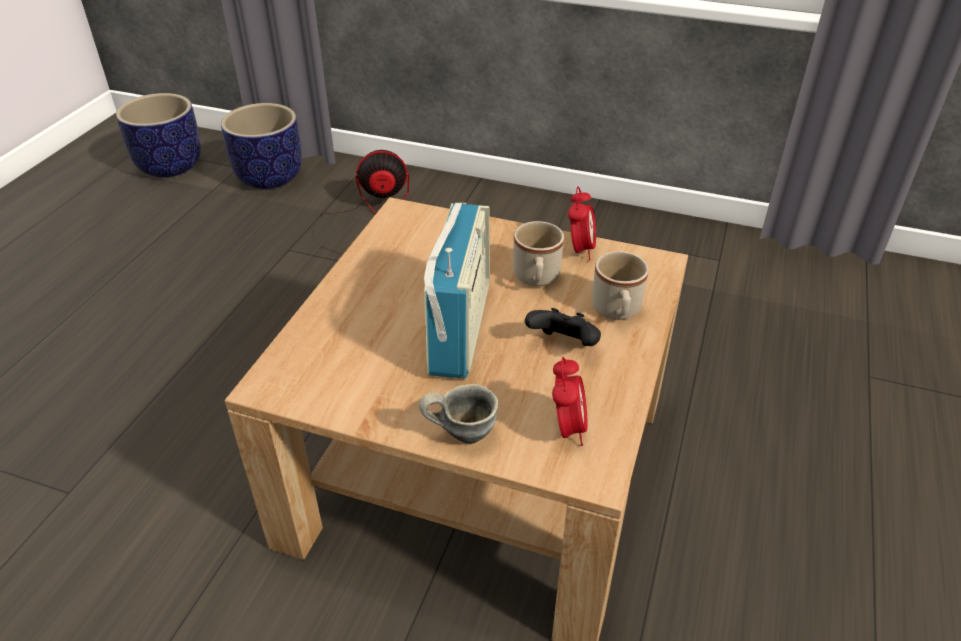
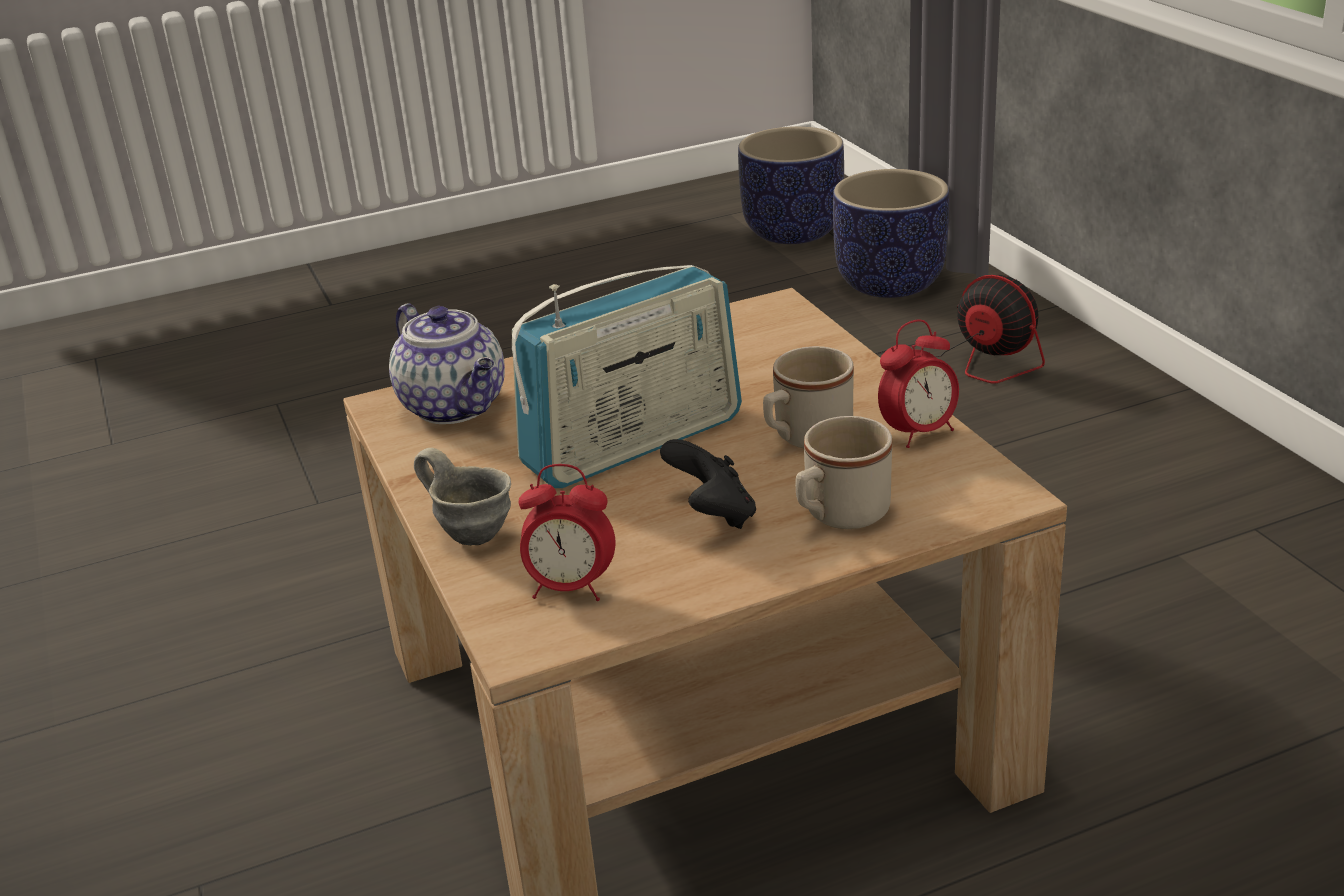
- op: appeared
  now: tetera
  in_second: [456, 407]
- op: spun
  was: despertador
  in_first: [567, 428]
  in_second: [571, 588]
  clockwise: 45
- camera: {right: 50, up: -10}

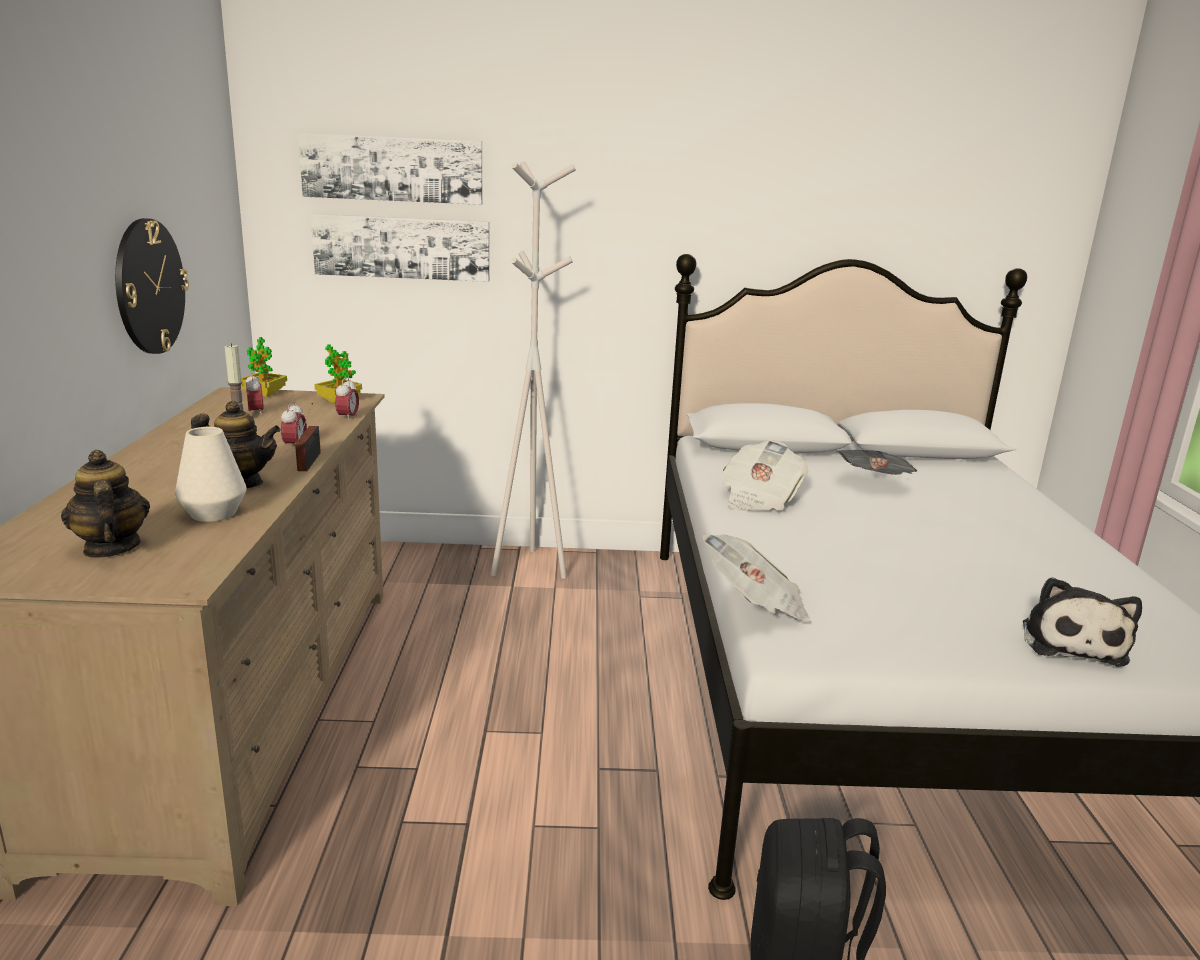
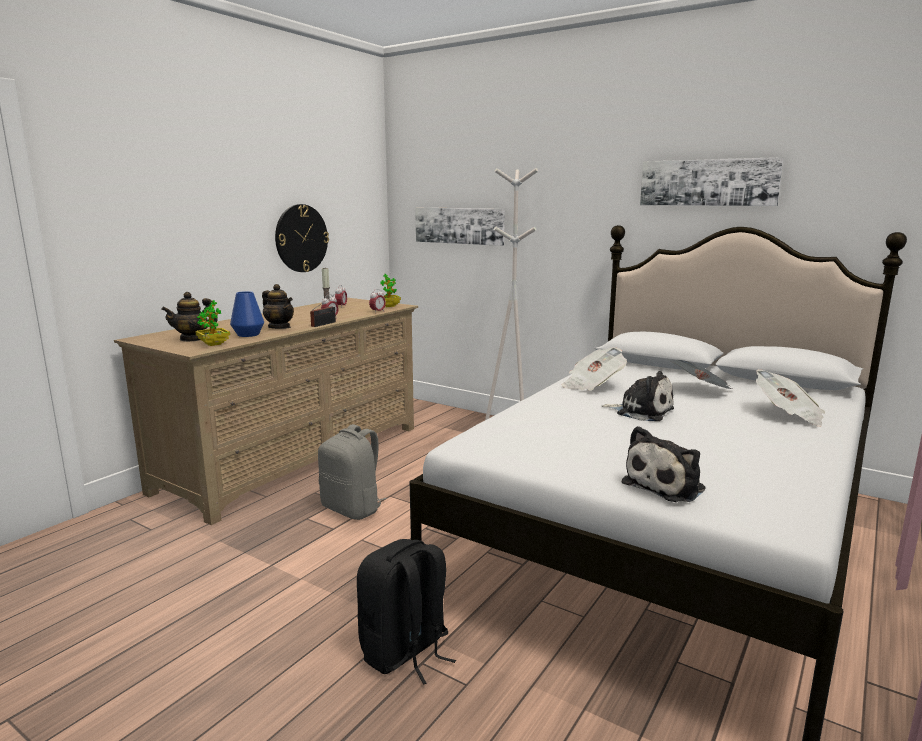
- op: spun
  was: tetera
  in_first: [111, 548]
  in_second: [192, 339]
  clockwise: -135
- op: relocated
  was: planta en maceta
  in_first: [264, 394]
  in_second: [214, 344]
- op: colour
  was: florero [blanco]
  now: florero [azul]
  in_first: [213, 513]
  in_second: [248, 334]
- op: appeared
  now: mochila [gris]
  in_second: [353, 509]
- op: appeared
  now: peluche
  in_second: [641, 411]
- op: relocated
  was: cuadro
  in_first: [392, 169]
  in_second: [708, 182]
- op: relocated
  was: periódico
  in_first: [755, 604]
  in_second: [788, 415]
- camera: {right: 35, up: -5}

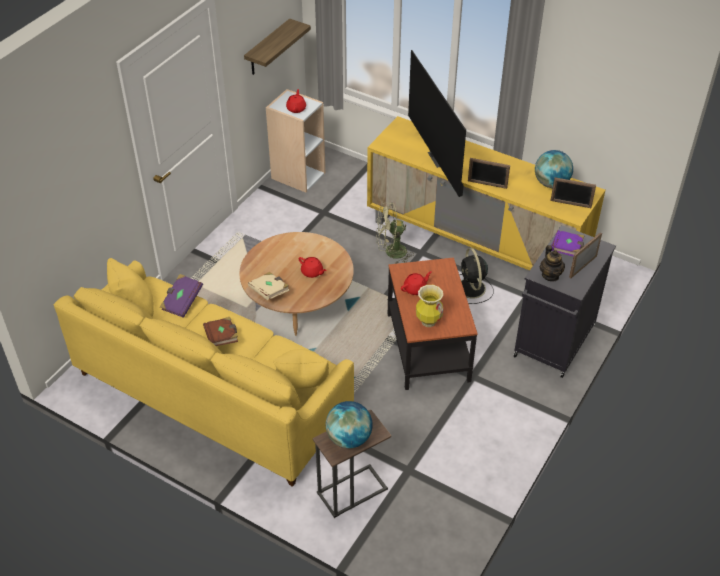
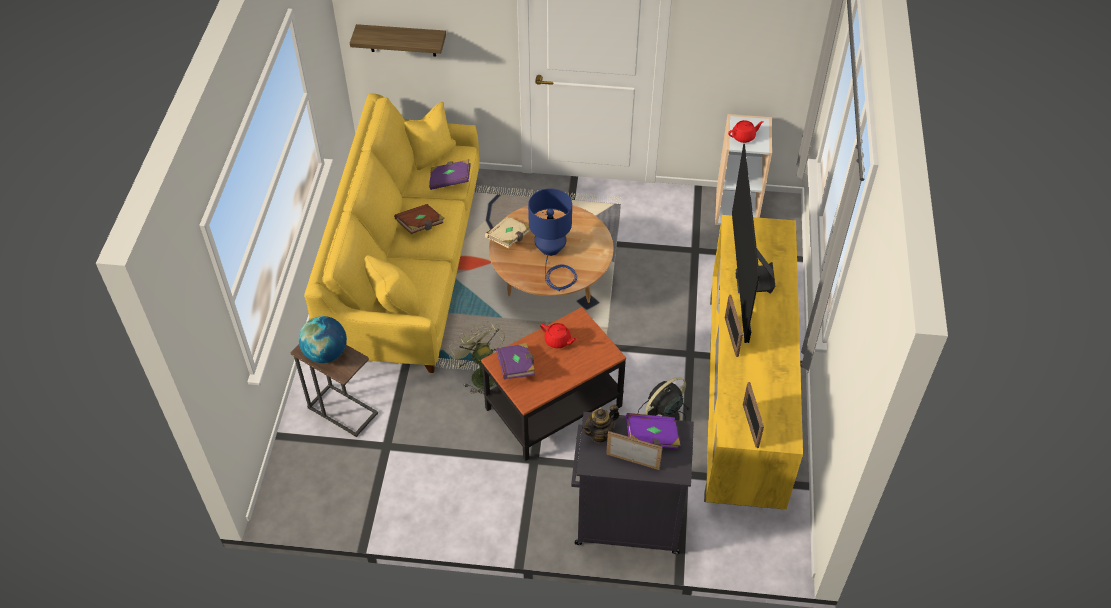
- op: relocated
  was: estante
  in_first: [268, 48]
  in_second: [402, 40]
- op: relocated
  was: ventilador [verde]
  in_first: [391, 252]
  in_second: [480, 374]
- op: exchanged
  was: florero
  now: libro [morado]
  in_first: [428, 321]
  in_second: [516, 367]
- op: exchanged
  was: tetera [rojo]
  now: lámpara de mesa [azul]
  in_first: [312, 272]
  in_second: [554, 259]
- op: spun
  was: televisor
  in_first: [440, 158]
  in_second: [747, 281]
  clockwise: -45
- op: missing
  was: globo terráqueo
  in_first: [551, 183]
- camera: {right: 65, up: 5}

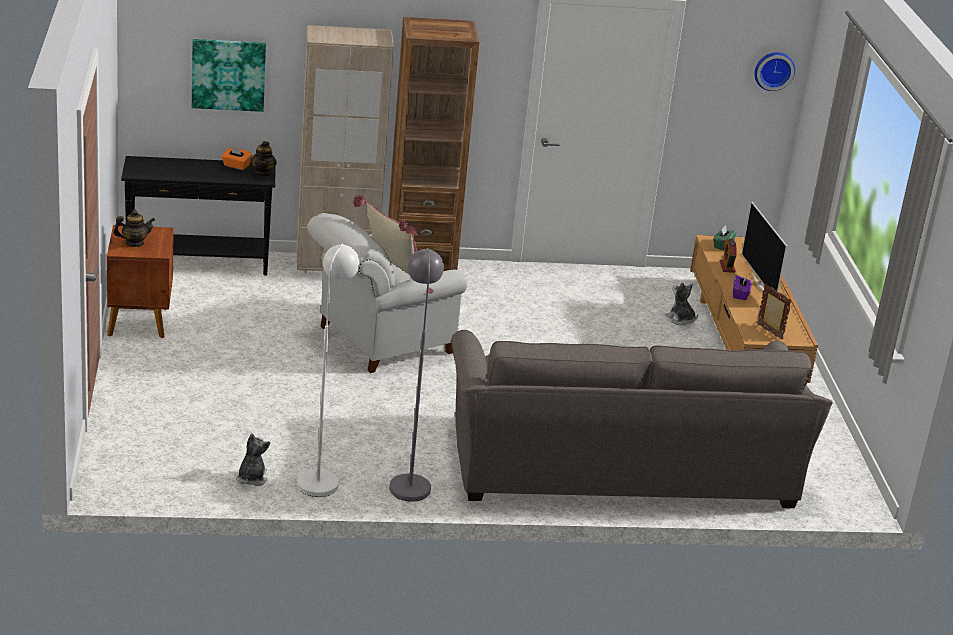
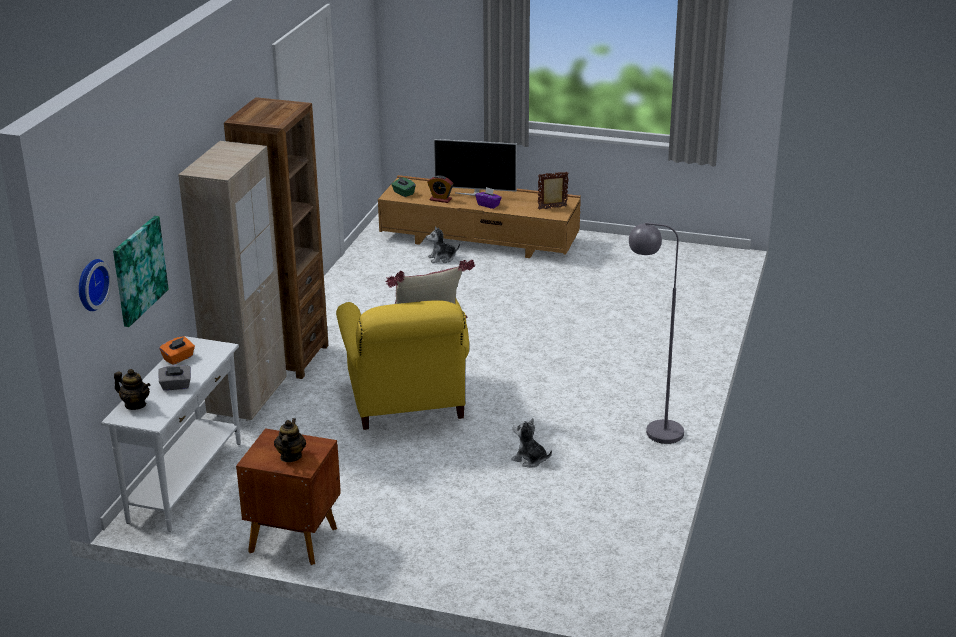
- op: relocated
  was: reloj de pared
  in_first: [773, 70]
  in_second: [90, 284]
- op: colour
  was: mesa consola [negro]
  now: mesa consola [blanco]
  in_first: [199, 263]
  in_second: [185, 481]
- op: relocated
  was: tetera
  in_first: [263, 173]
  in_second: [135, 405]
- op: appeared
  now: caja de pañuelos [gris]
  in_second: [176, 386]
- op: colour
  was: sillón [blanco]
  now: sillón [amarillo]
  in_first: [380, 341]
  in_second: [407, 402]
- op: relocated
  was: peluche
  in_first: [251, 478]
  in_second: [530, 459]
- op: missing
  was: lámpara de pie [blanco]
  in_first: [321, 478]
- op: missing
  was: sofá [gris]
  in_first: [620, 461]
- camera: {right: -65, up: 0}

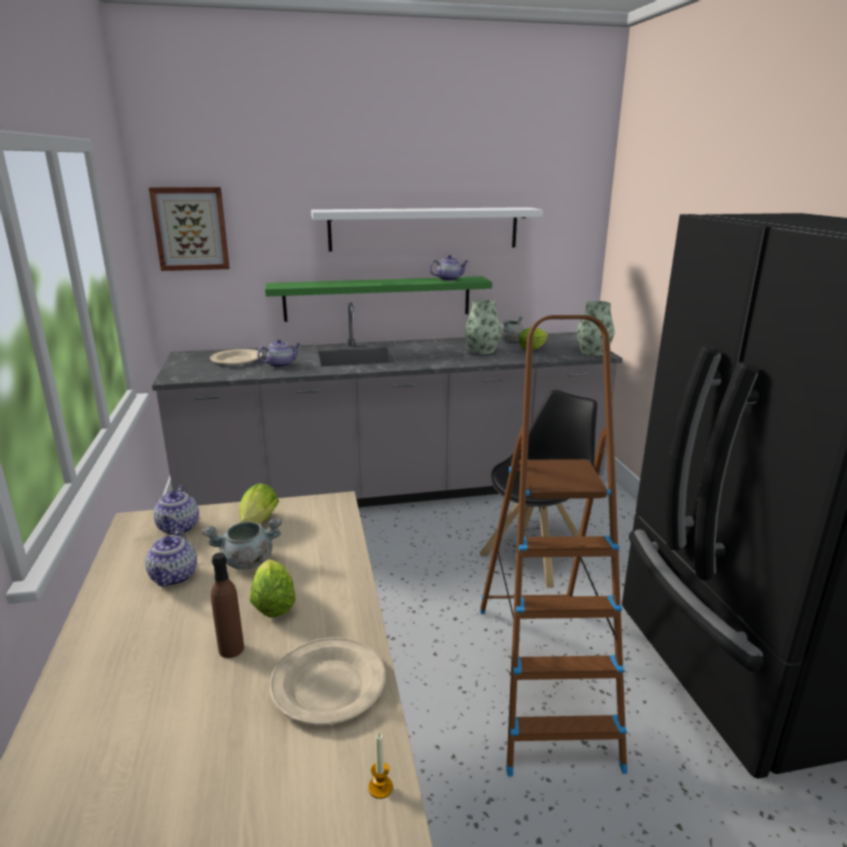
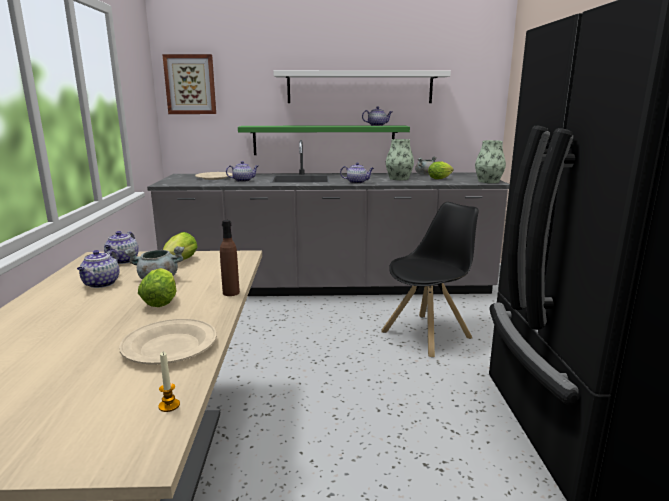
- op: relocated
  was: botella [marrón]
  in_first: [231, 649]
  in_second: [231, 293]
- op: appeared
  now: tetera
  in_second: [357, 182]
- op: missing
  was: escalera de tijera [marrón]
  in_first: [543, 679]
- camera: {right: 10, up: -5}

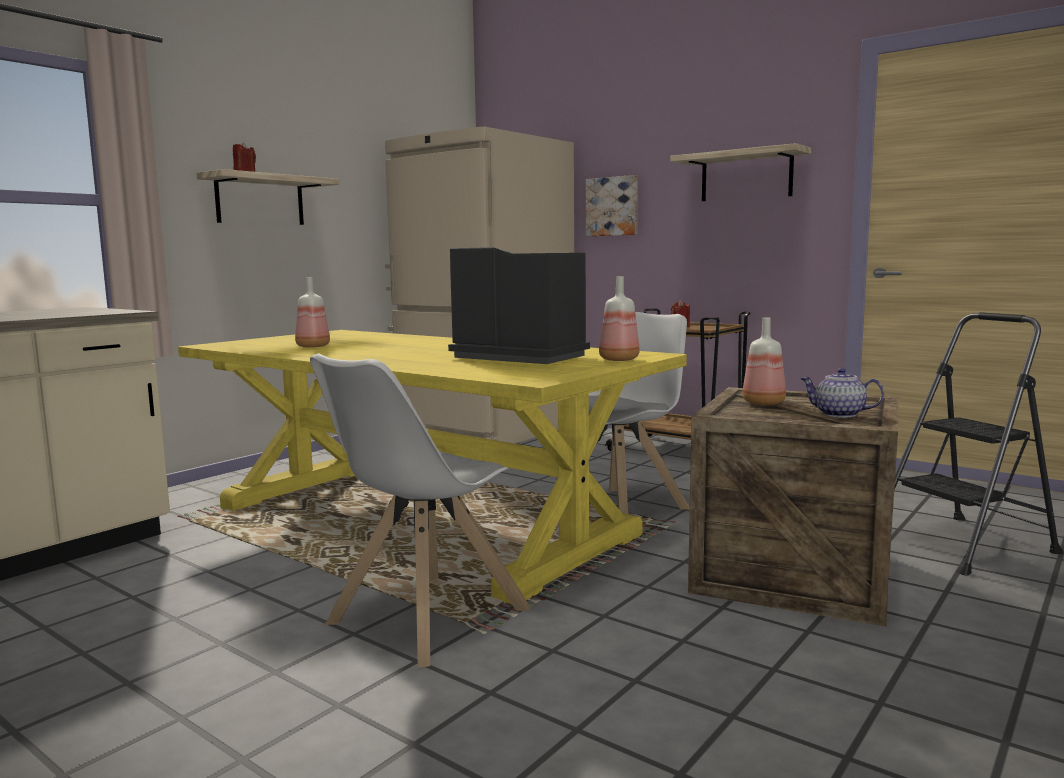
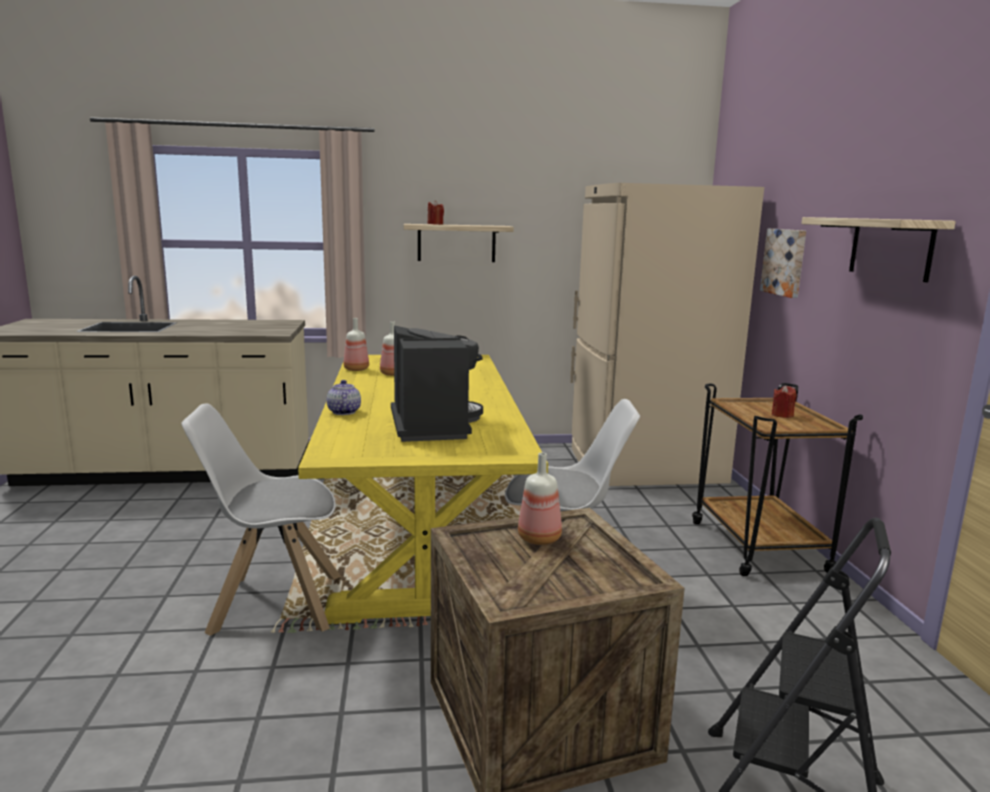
- op: relocated
  was: tetera
  in_first: [839, 414]
  in_second: [343, 412]
- op: relocated
  was: botella
  in_first: [618, 360]
  in_second: [355, 369]
- camera: {right: 45, up: 5}

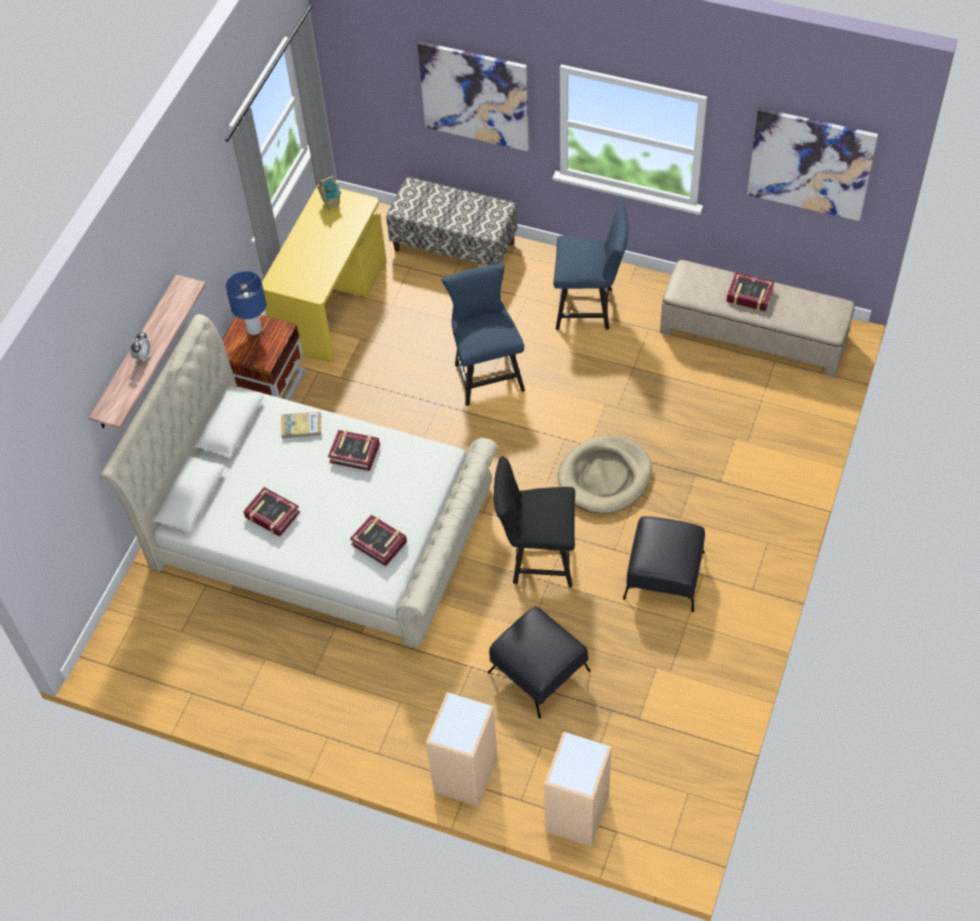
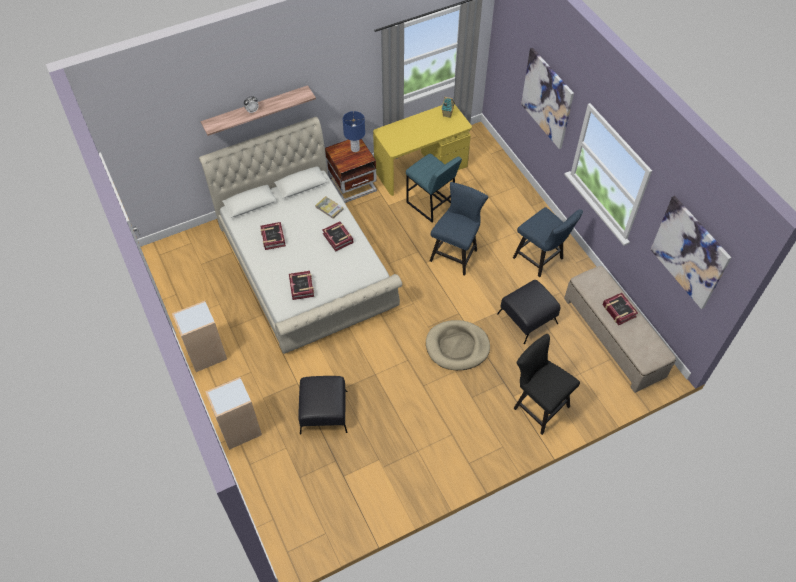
- op: relocated
  was: estantería
  in_first: [576, 814]
  in_second: [206, 354]
- op: appeared
  now: taburete [azul]
  in_second: [431, 204]
- op: relocated
  was: puf [negro]
  in_first: [664, 575]
  in_second: [528, 318]
- op: relocated
  was: silla [negro]
  in_first: [537, 558]
  in_second: [537, 405]
- op: missing
  was: banco
  in_first: [454, 246]
- camera: {right: 40, up: 0}

